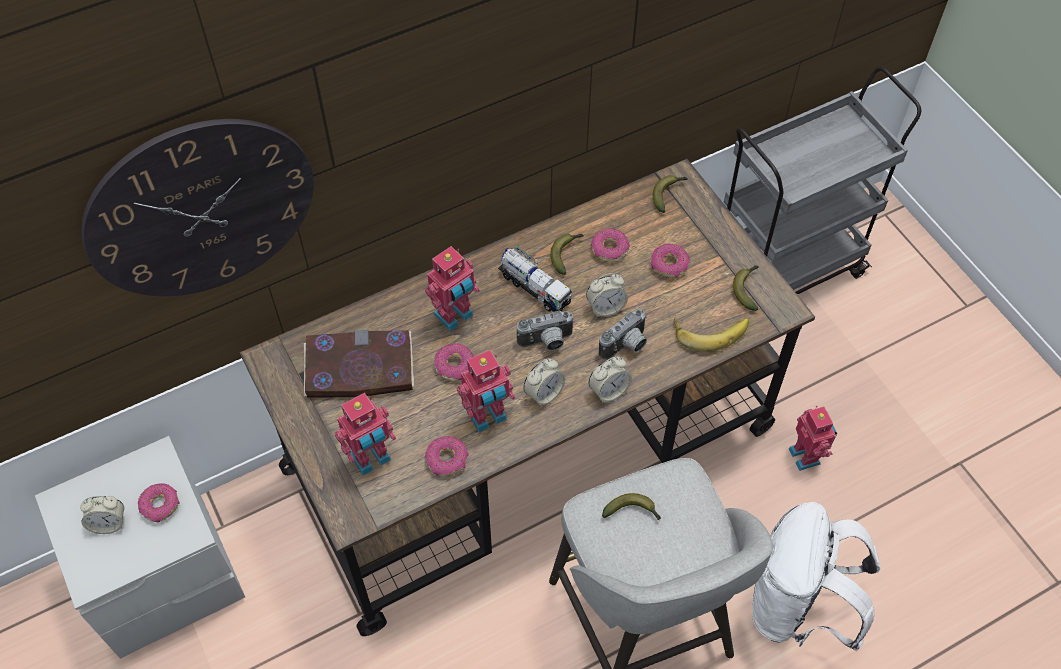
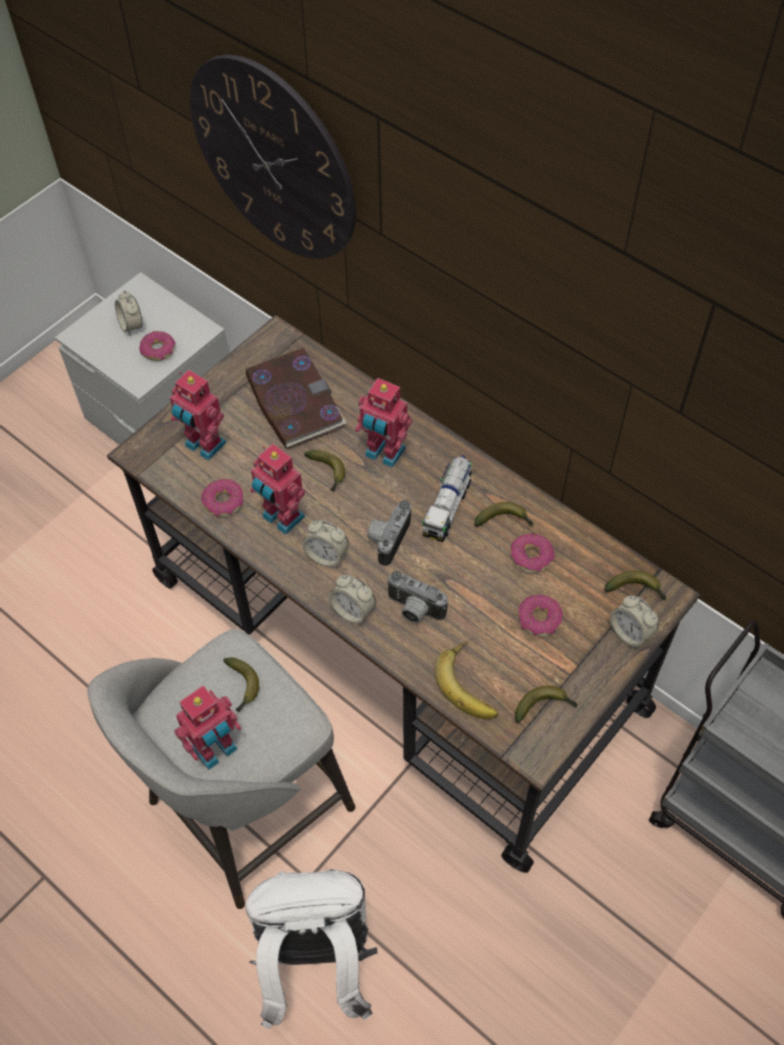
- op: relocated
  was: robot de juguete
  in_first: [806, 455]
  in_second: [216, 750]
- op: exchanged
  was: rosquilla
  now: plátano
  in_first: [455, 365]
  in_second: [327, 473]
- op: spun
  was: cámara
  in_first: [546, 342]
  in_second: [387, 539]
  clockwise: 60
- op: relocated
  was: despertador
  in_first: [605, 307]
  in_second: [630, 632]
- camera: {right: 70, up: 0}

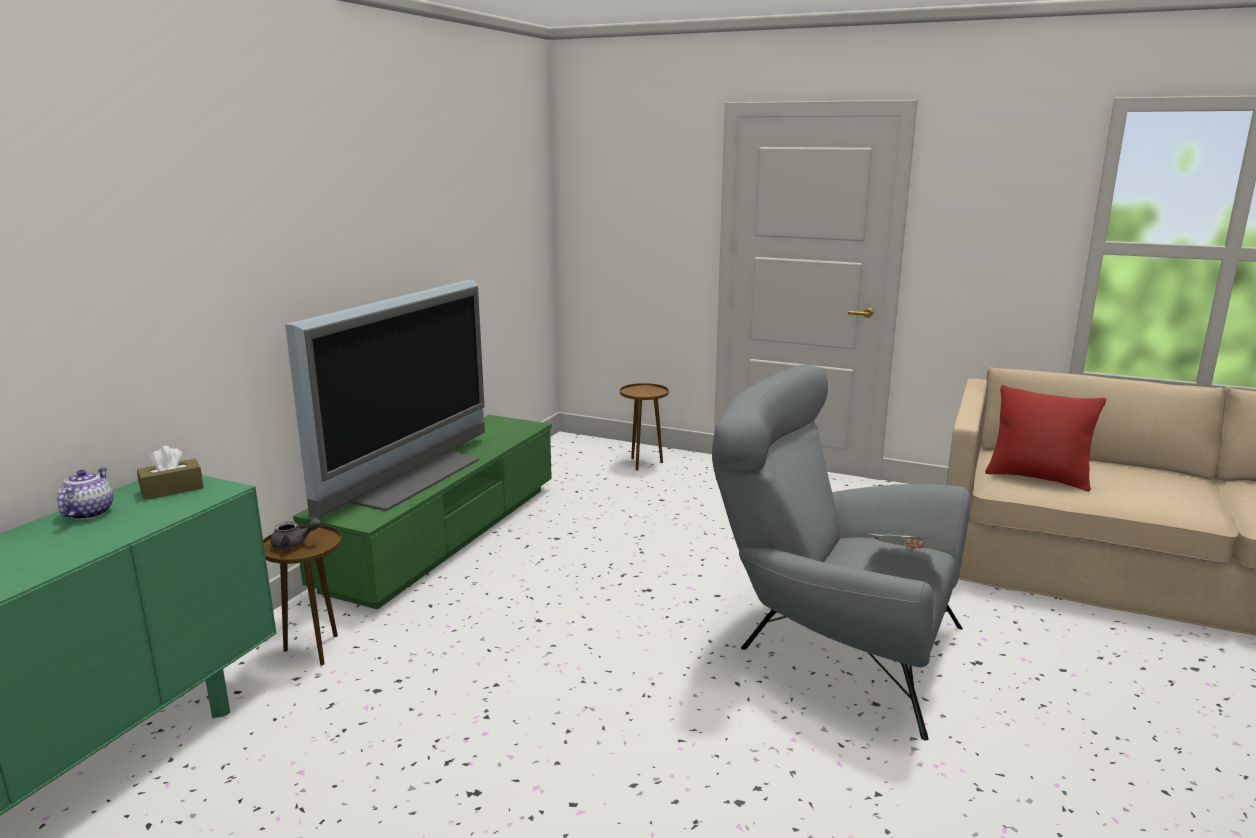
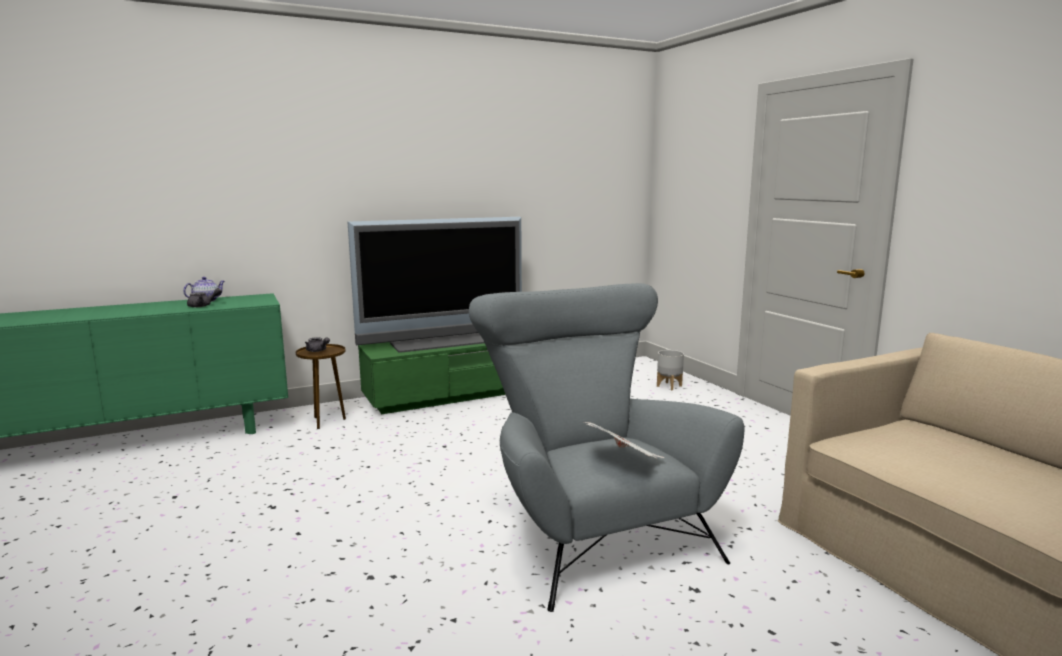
- op: appeared
  now: tetera [gris]
  in_second: [203, 306]
- op: exchanged
  was: mesa auxiliar [marrón]
  now: maceta [gris]
  in_first: [643, 463]
  in_second: [669, 386]
- op: missing
  was: caja de pañuelos [marrón]
  in_first: [172, 489]
- op: missing
  was: cojín [rojo]
  in_first: [1037, 478]
- camera: {right: 40, up: -5}

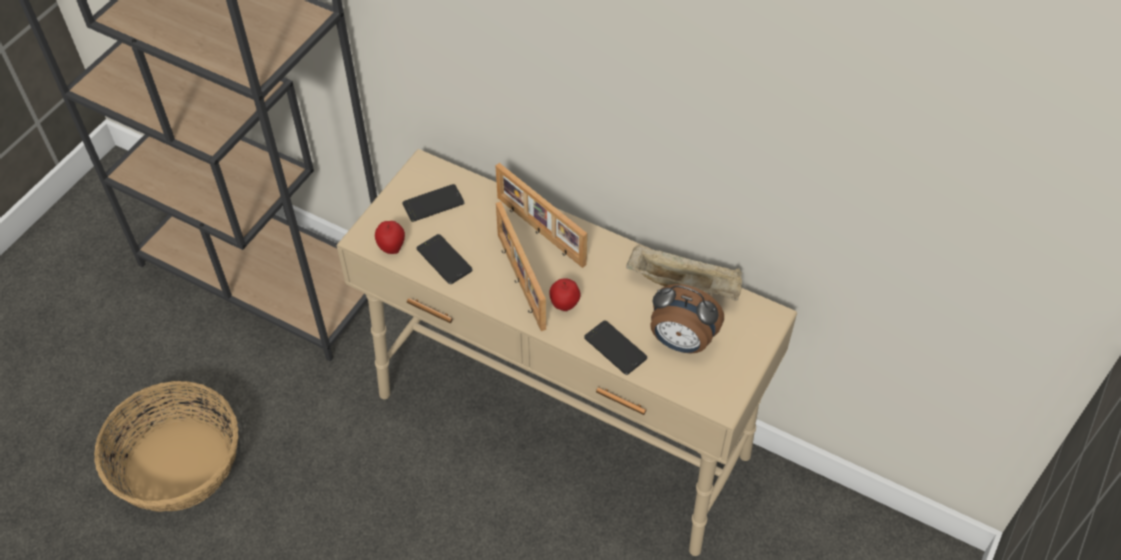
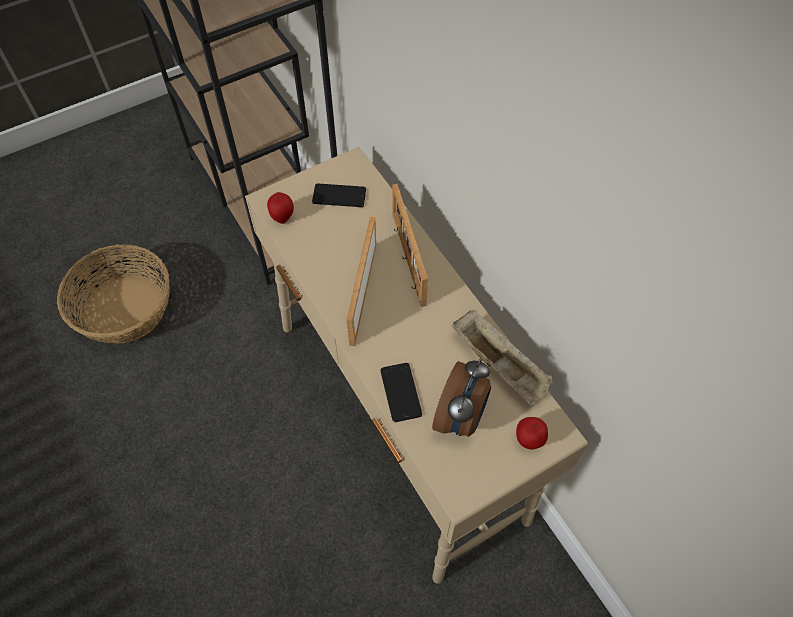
- op: spun
  was: despertador
  in_first: [681, 342]
  in_second: [461, 417]
  clockwise: -120
- op: relocated
  was: manzana
  in_first: [564, 306]
  in_second: [528, 441]
- op: missing
  was: móvil
  in_first: [444, 259]
- camera: {right: 30, up: 5}

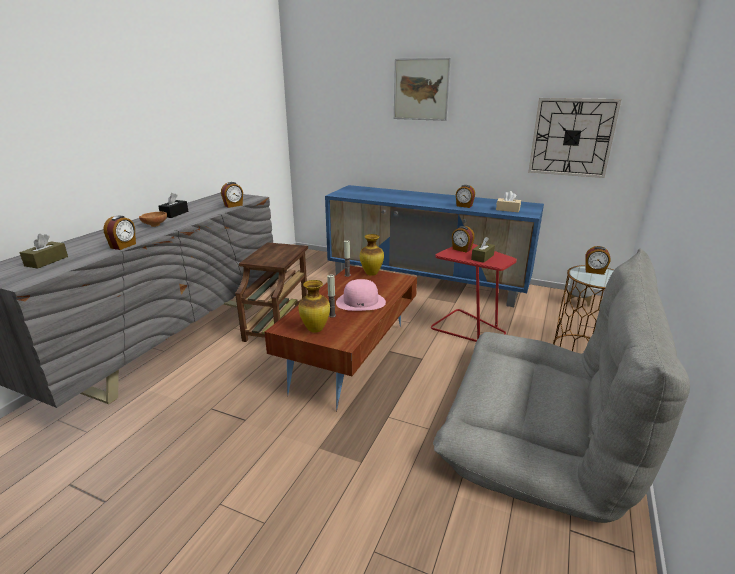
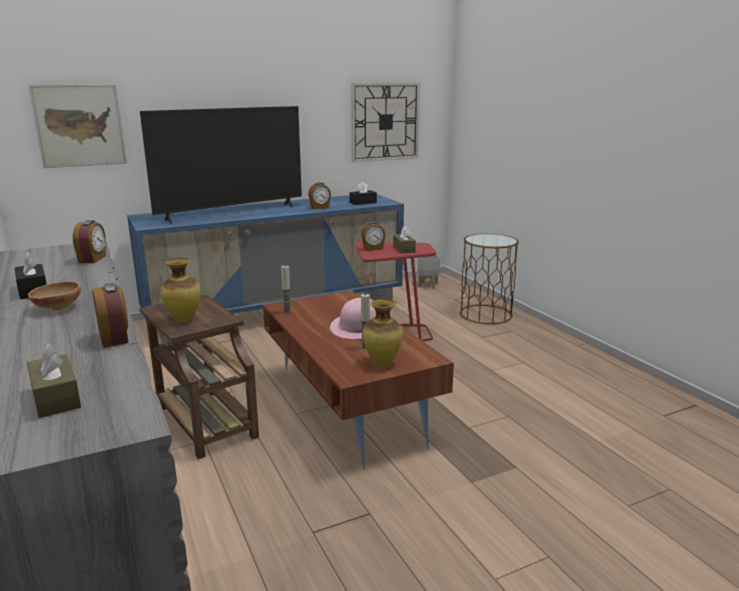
- op: relocated
  was: cuadro
  in_first: [421, 89]
  in_second: [79, 126]
- op: appeared
  now: televisor
  in_second: [232, 213]
- op: relocated
  was: florero
  in_first: [372, 274]
  in_second: [184, 320]
- op: colour
  was: caja de pañuelos [beis]
  now: caja de pañuelos [negro]
  in_first: [507, 209]
  in_second: [363, 202]
- op: missing
  was: sofá [gris]
  in_first: [539, 423]
- op: missing
  was: despertador
  in_first: [594, 271]
- camera: {right: -50, up: -5}

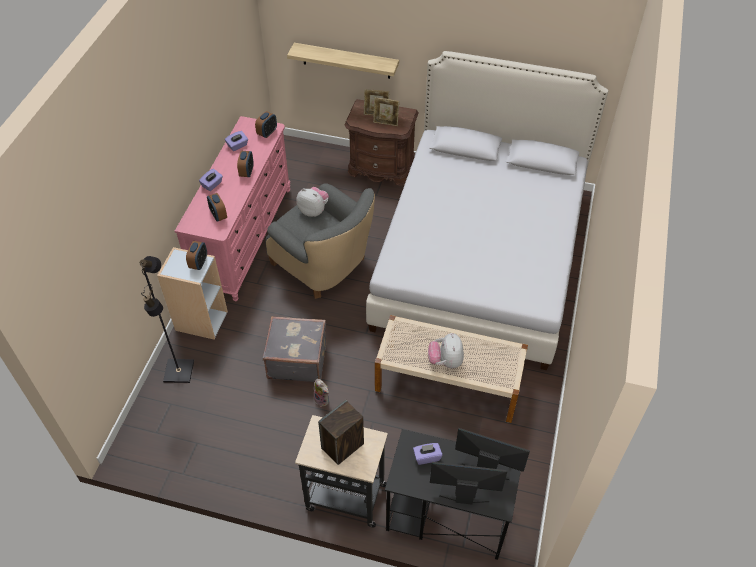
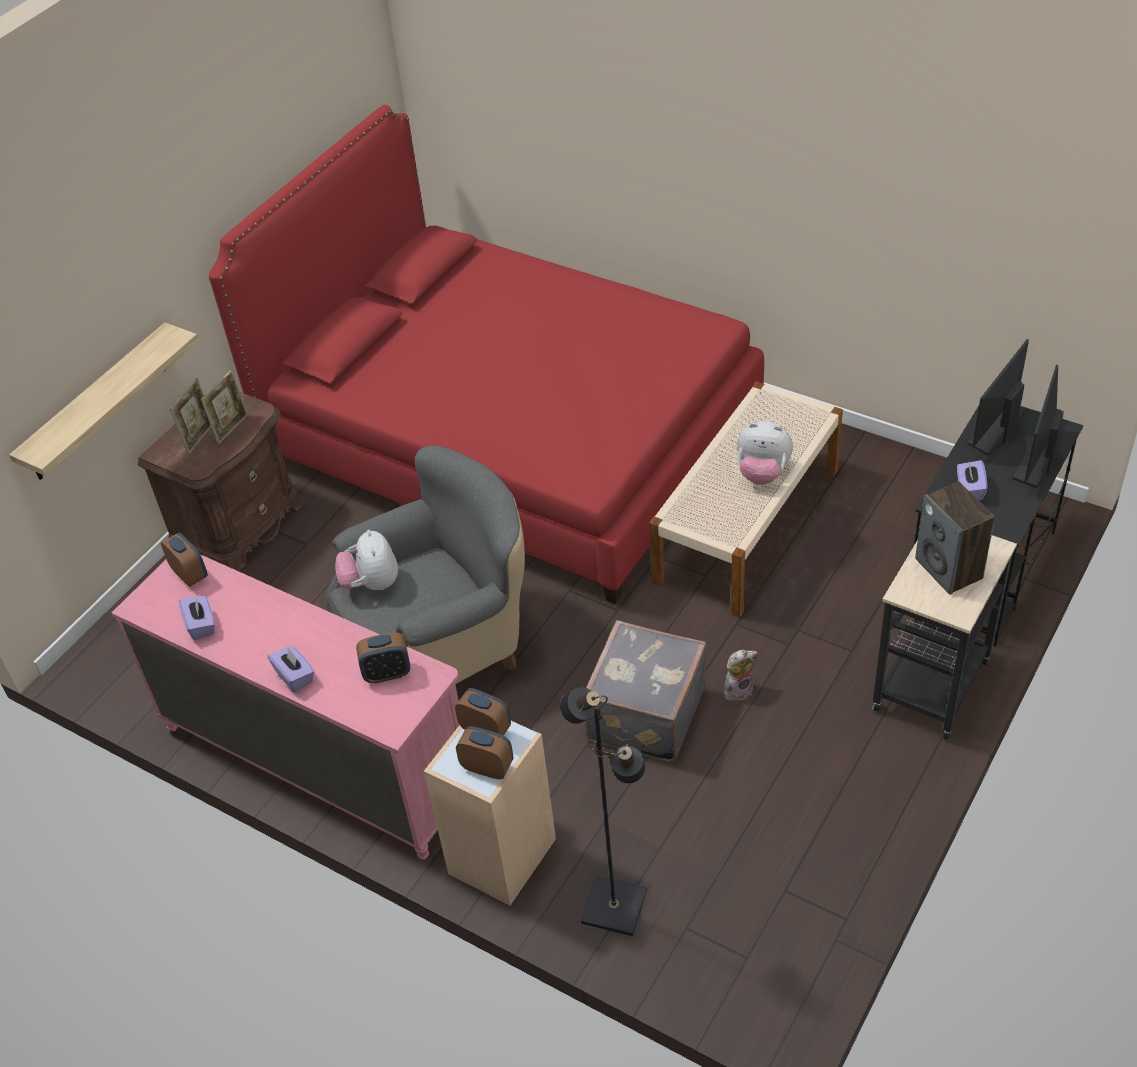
- op: colour
  was: cama [blanco]
  now: cama [rojo]
  in_first: [479, 256]
  in_second: [511, 439]
- op: spun
  was: peluche
  in_first: [314, 210]
  in_second: [371, 583]
  clockwise: -60
- op: relocated
  was: despertador
  in_first: [247, 172]
  in_second: [487, 767]
- camera: {right: -70, up: -5}

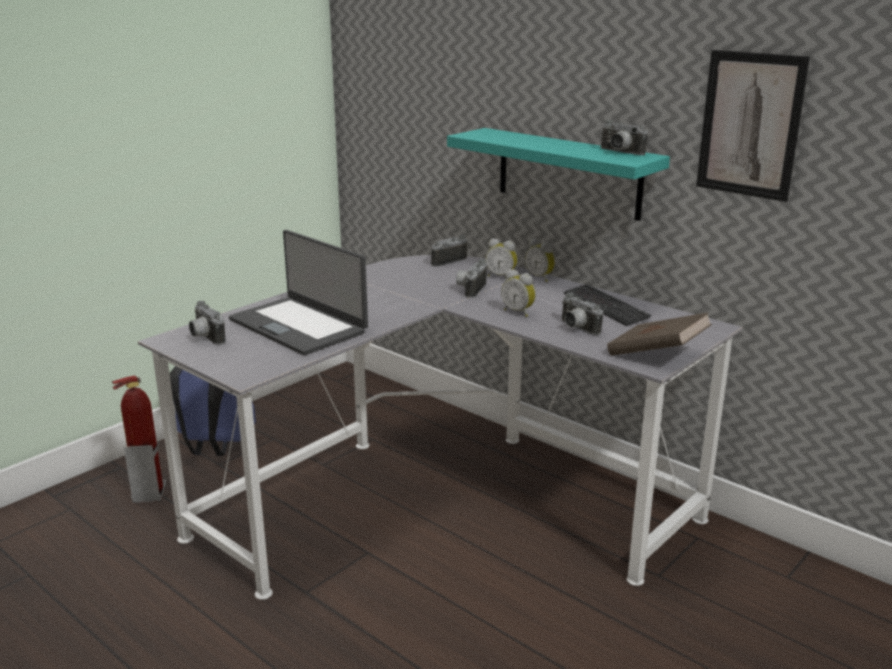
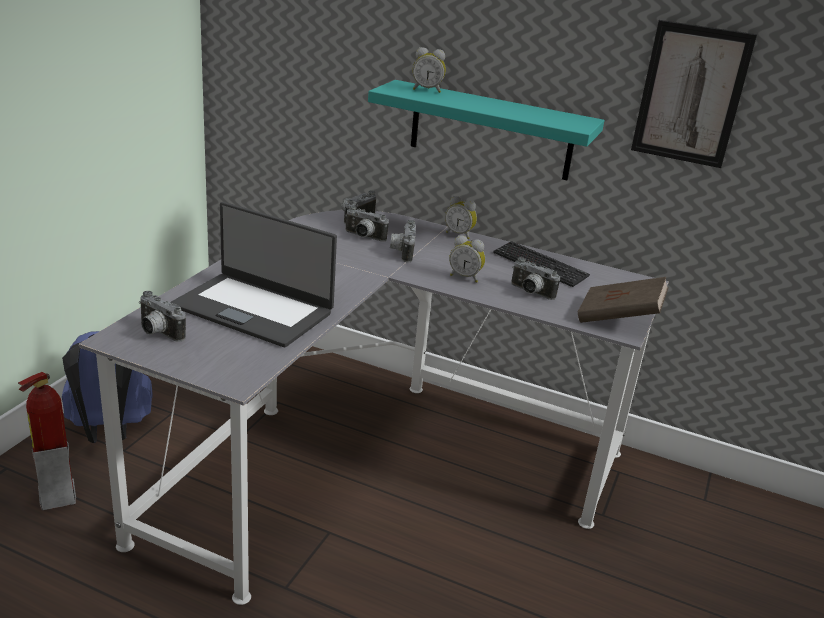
- op: relocated
  was: cámara
  in_first: [619, 152]
  in_second: [363, 237]
- op: relocated
  was: despertador
  in_first: [501, 276]
  in_second: [427, 90]
- camera: {right: -20, up: 5}

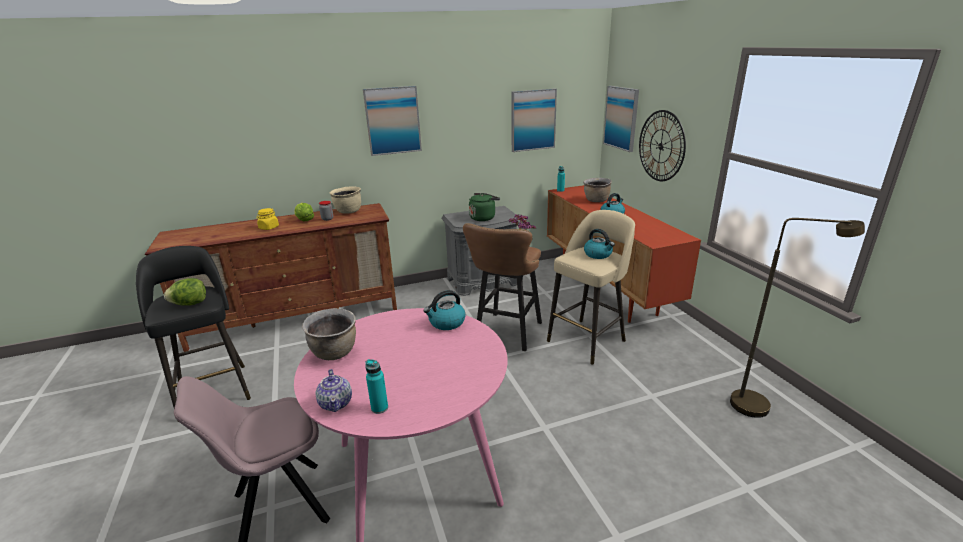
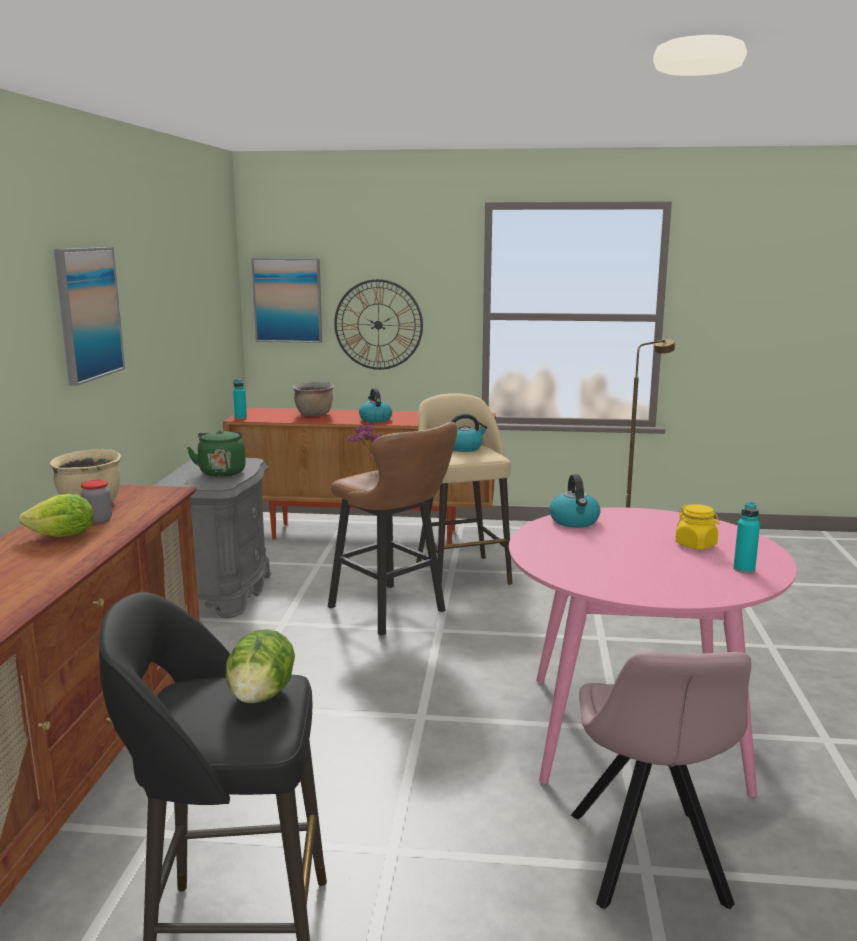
- op: relocated
  was: tarro [amarillo]
  in_first: [269, 227]
  in_second: [696, 545]
- op: missing
  was: olla [marrón]
  in_first: [335, 352]
- op: missing
  was: tetera
  in_first: [336, 403]
- op: missing
  was: cuadro
  in_first: [533, 120]
- camera: {right: -65, up: -10}

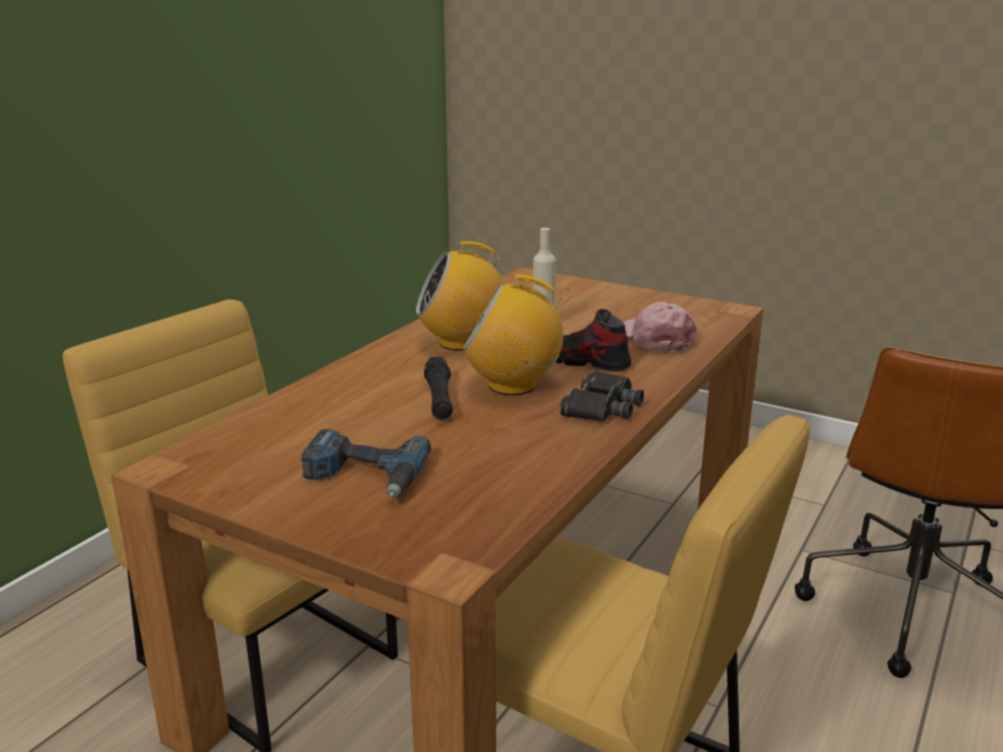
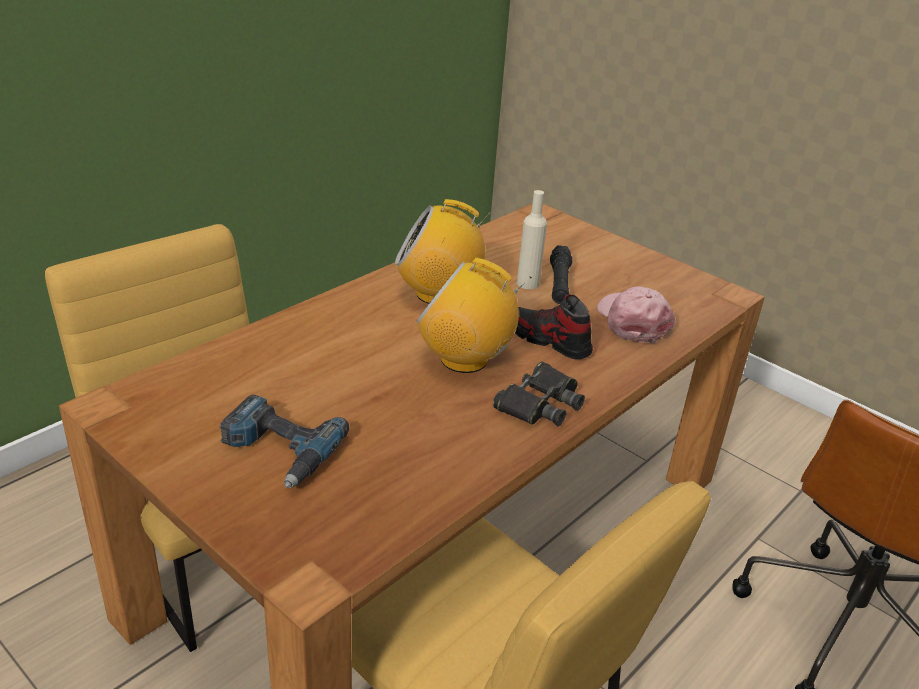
- op: relocated
  was: linterna [negro]
  in_first: [439, 399]
  in_second: [559, 283]
- camera: {right: 10, up: 10}

